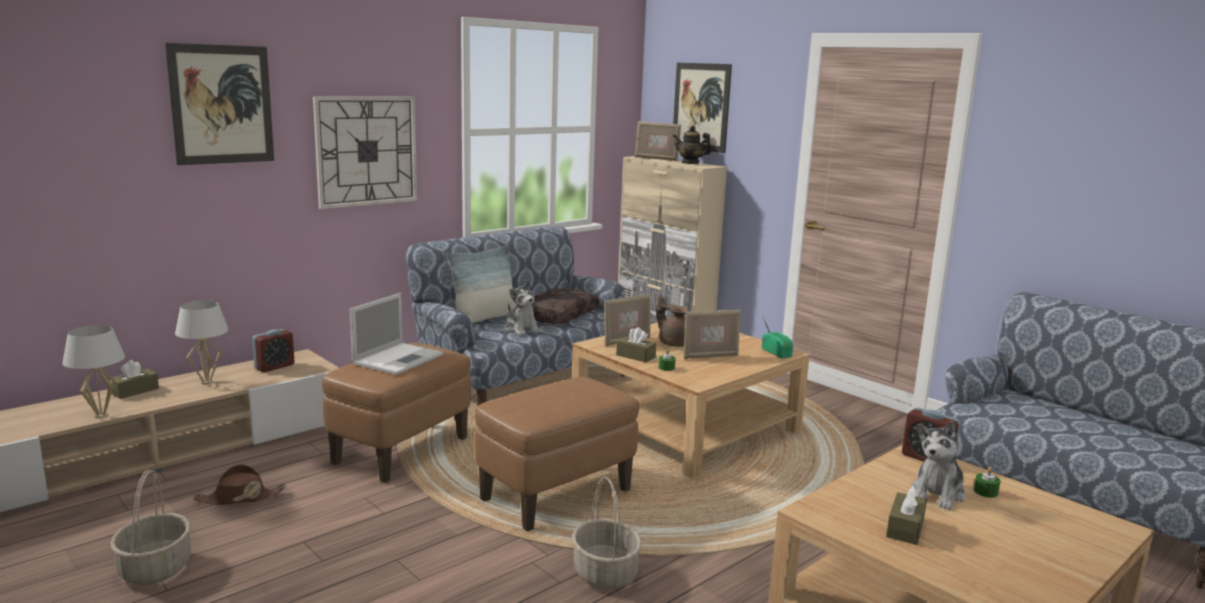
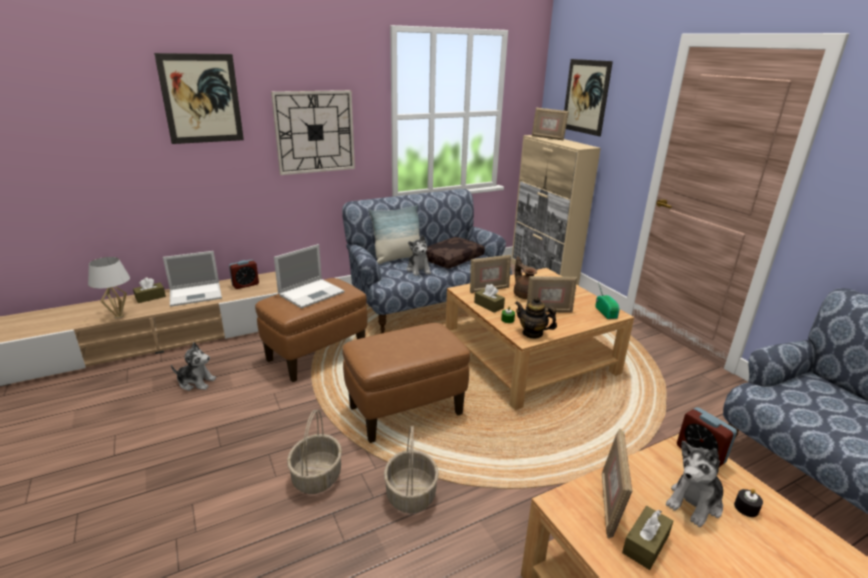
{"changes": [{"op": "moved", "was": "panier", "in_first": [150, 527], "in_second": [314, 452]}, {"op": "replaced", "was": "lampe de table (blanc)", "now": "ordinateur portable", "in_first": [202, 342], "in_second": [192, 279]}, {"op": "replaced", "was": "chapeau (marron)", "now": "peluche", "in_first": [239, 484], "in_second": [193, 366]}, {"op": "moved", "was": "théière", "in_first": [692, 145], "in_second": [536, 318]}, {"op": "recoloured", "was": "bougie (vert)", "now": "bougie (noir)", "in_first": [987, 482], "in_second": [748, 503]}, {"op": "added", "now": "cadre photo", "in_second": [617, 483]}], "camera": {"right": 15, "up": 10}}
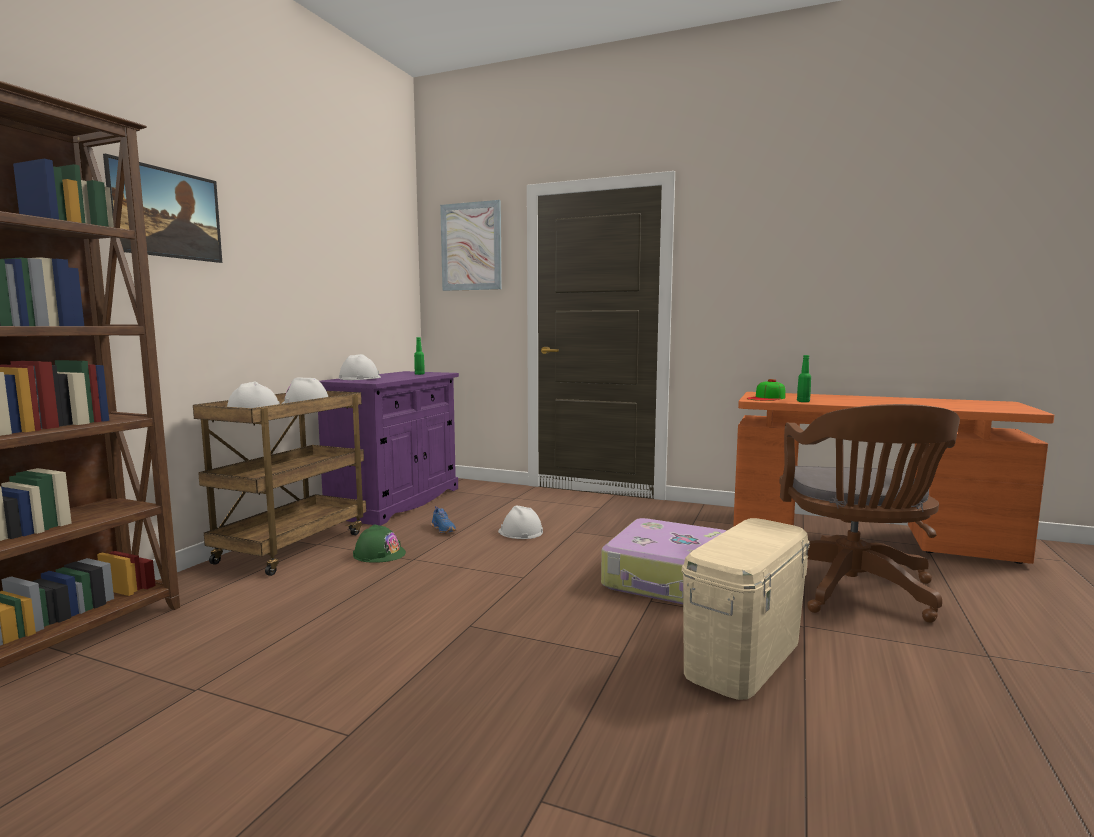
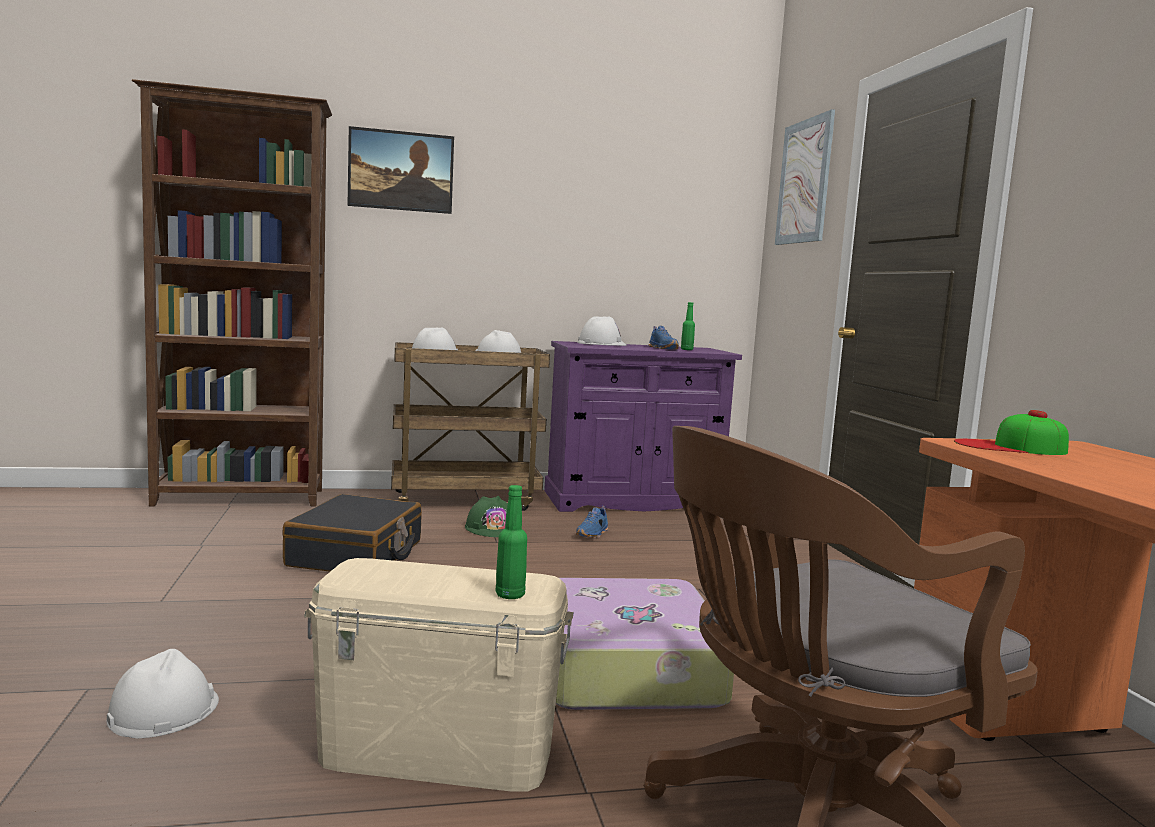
{"changes": [{"op": "moved", "was": "casque de chantier (blanc)", "in_first": [520, 522], "in_second": [162, 693]}, {"op": "moved", "was": "bouteille (vert)", "in_first": [804, 378], "in_second": [511, 542]}, {"op": "added", "now": "valise (noir)", "in_second": [352, 533]}, {"op": "added", "now": "chaussure (bleu)", "in_second": [663, 338]}], "camera": {"right": 55, "up": 0}}
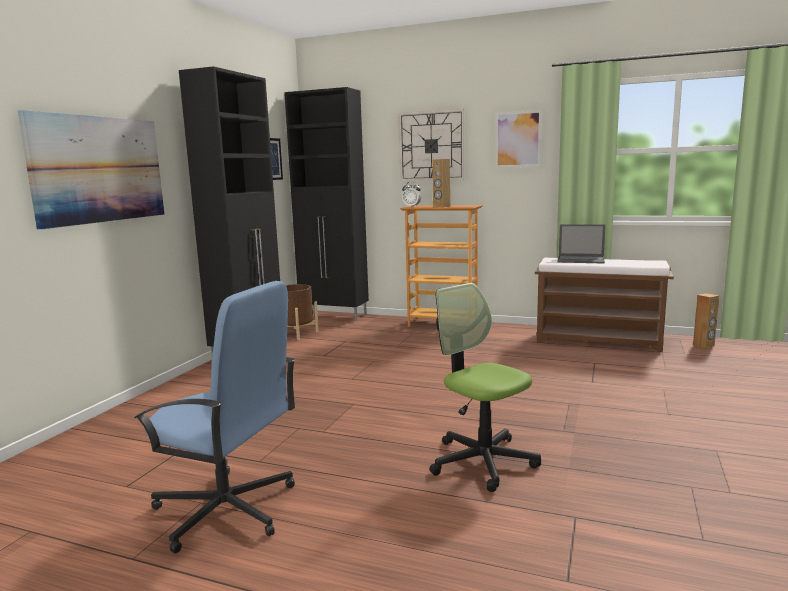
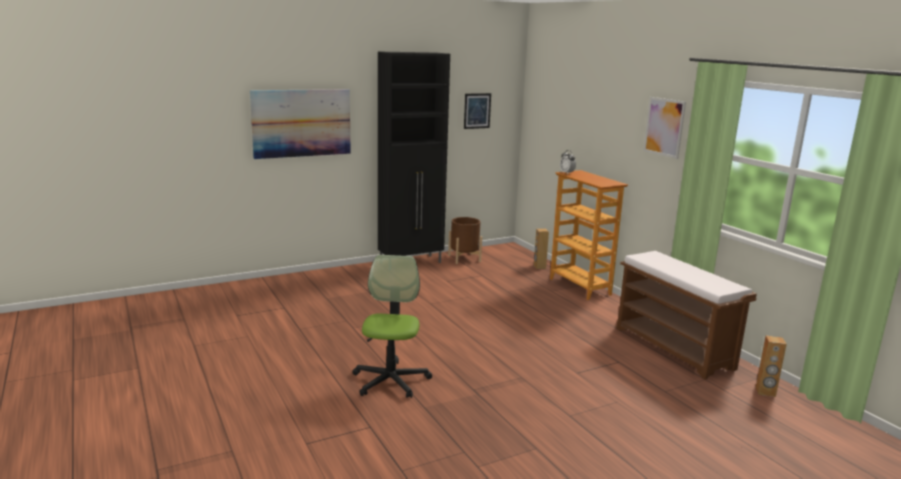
{"changes": [{"op": "removed", "was": "chaise de bureau (bleu)", "in_first": [215, 417]}, {"op": "removed", "was": "meuble de rangement (noir)", "in_first": [326, 204]}, {"op": "removed", "was": "horloge murale", "in_first": [431, 145]}, {"op": "moved", "was": "enceinte (marron)", "in_first": [441, 183], "in_second": [541, 249]}, {"op": "removed", "was": "ordinateur portable", "in_first": [581, 243]}], "camera": {"right": 40, "up": 5}}
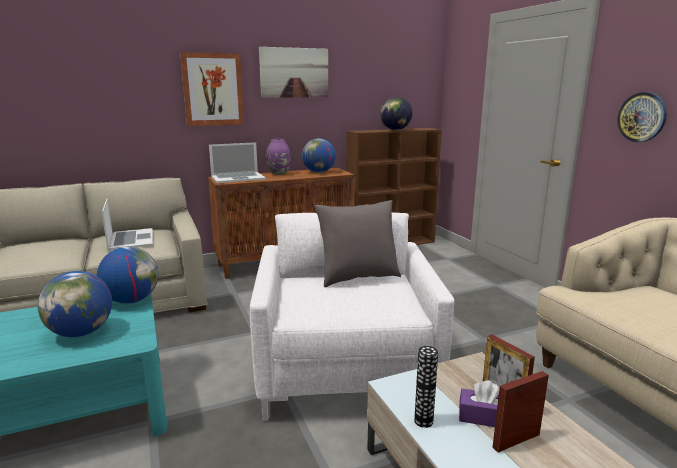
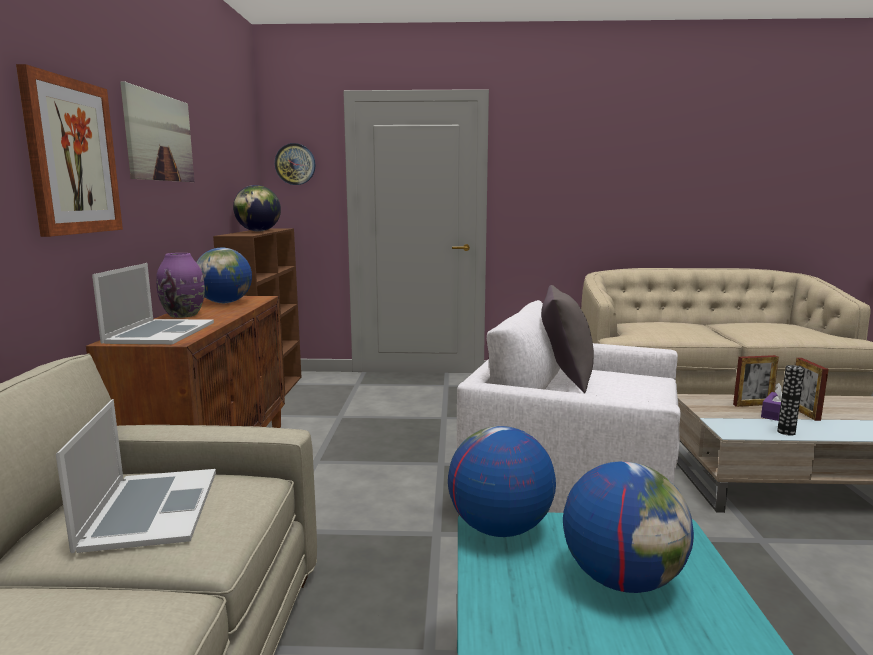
{"changes": [{"op": "turned", "was": "ordinateur portable", "in_first": [127, 224], "in_second": [136, 476], "clockwise": 75}, {"op": "moved", "was": "horloge murale", "in_first": [642, 117], "in_second": [295, 164]}], "camera": {"right": -65, "up": -5}}
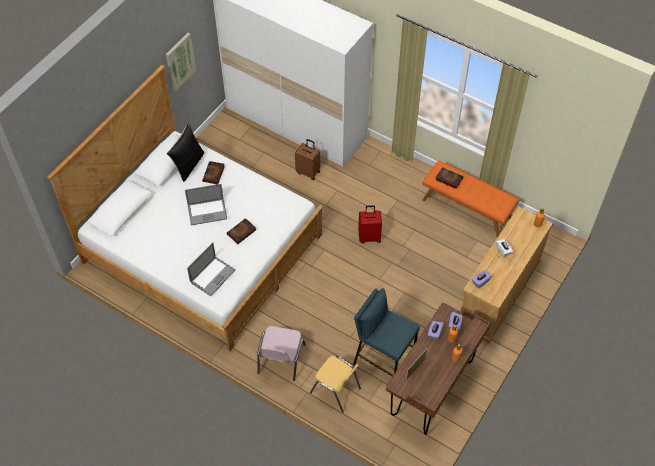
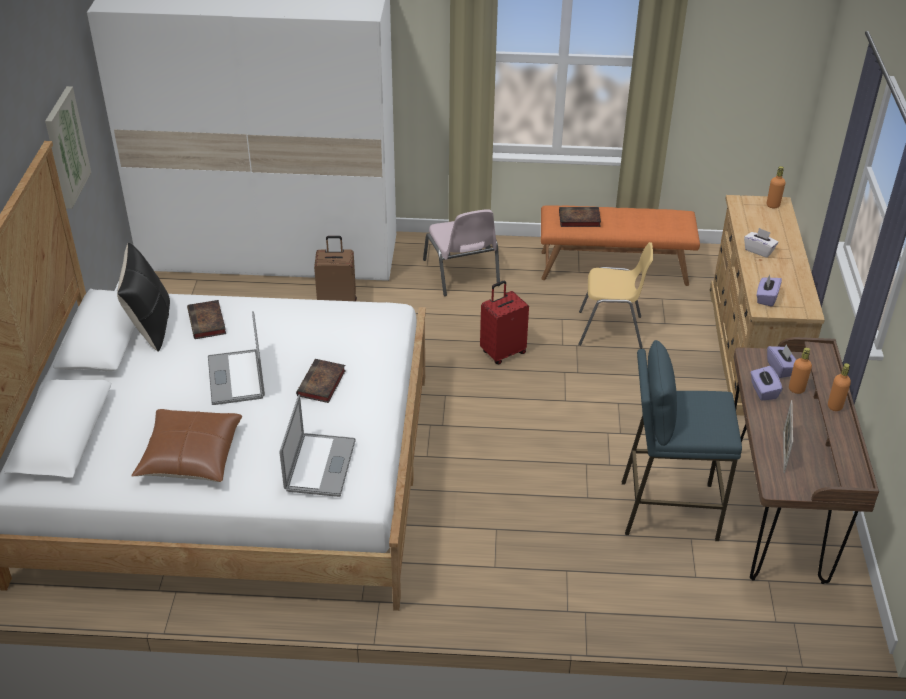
{"changes": [{"op": "turned", "was": "ordinateur portable", "in_first": [206, 204], "in_second": [236, 358], "clockwise": 120}, {"op": "moved", "was": "chaise (rose)", "in_first": [281, 353], "in_second": [461, 252]}, {"op": "moved", "was": "chaise (jaune)", "in_first": [335, 384], "in_second": [615, 295]}, {"op": "added", "now": "coussin (marron)", "in_second": [186, 445]}], "camera": {"right": -30, "up": -15}}
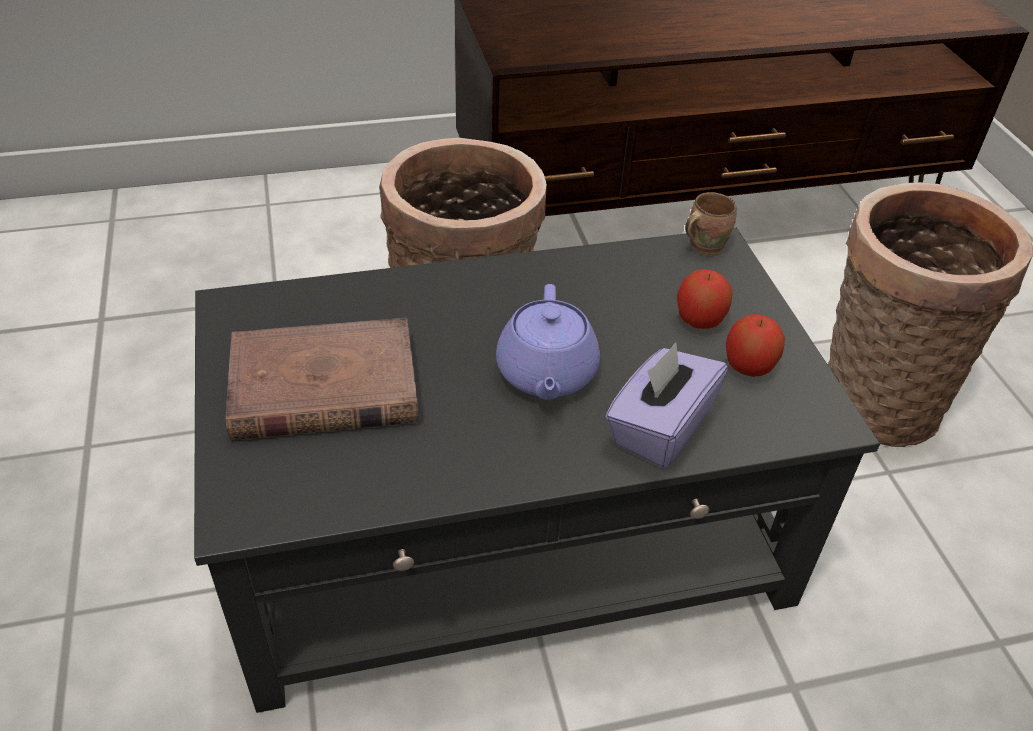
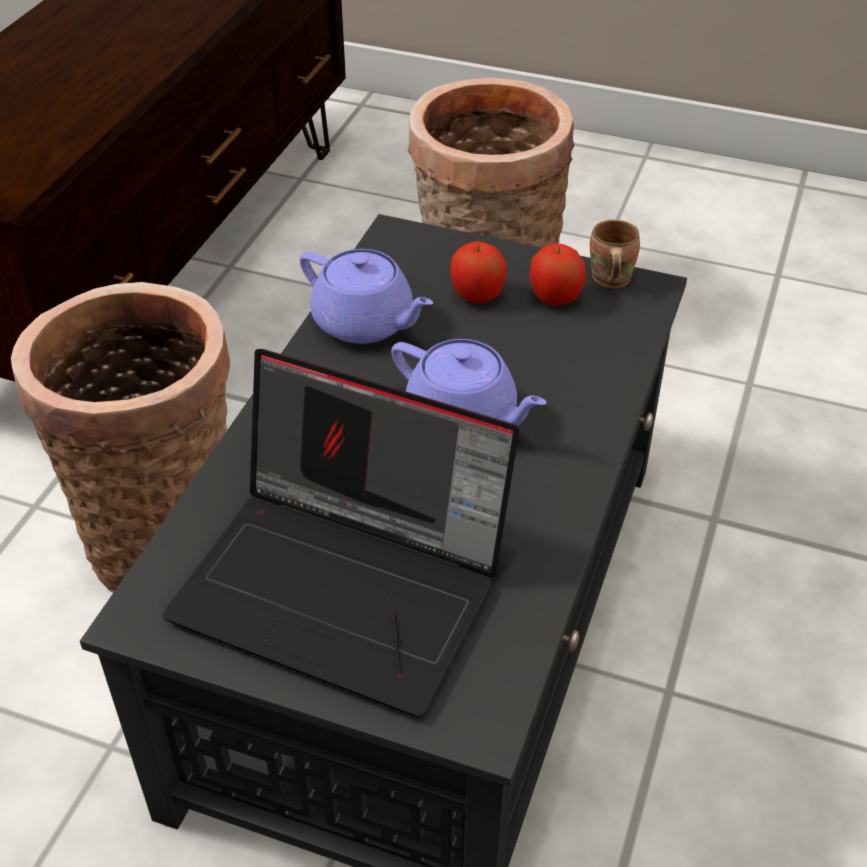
{"changes": [{"op": "replaced", "was": "livre (marron)", "now": "ordinateur portable", "in_first": [322, 379], "in_second": [341, 533]}, {"op": "removed", "was": "boîte à mouchoirs (violet)", "in_first": [666, 405]}, {"op": "moved", "was": "mug (marron)", "in_first": [711, 223], "in_second": [615, 254]}, {"op": "added", "now": "théière (violet)", "in_second": [366, 296]}], "camera": {"right": -55, "up": 0}}
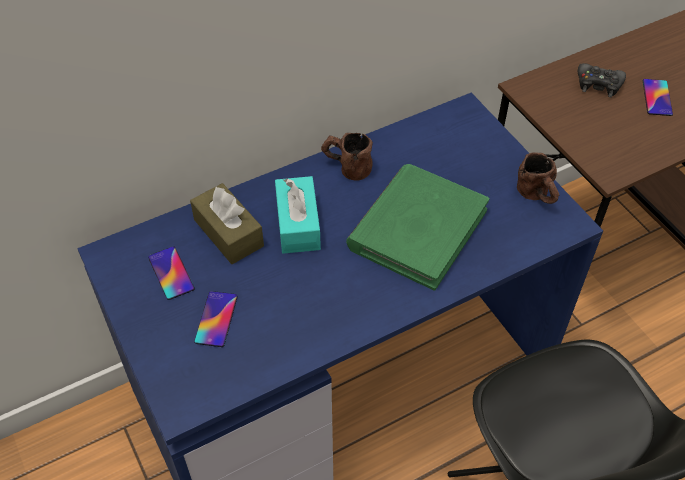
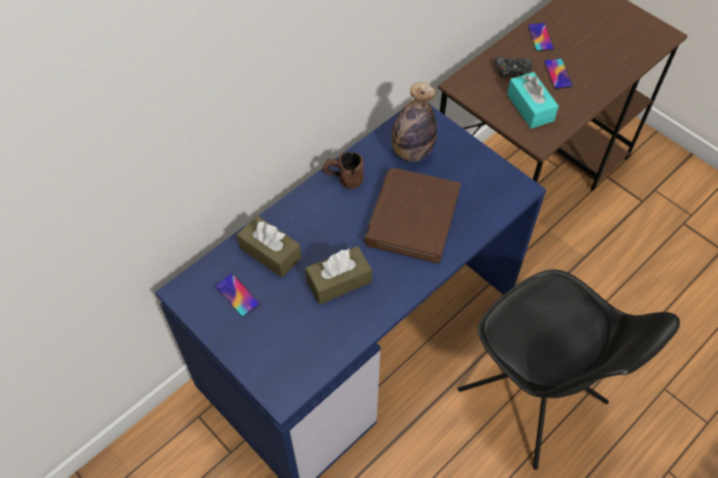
{"changes": [{"op": "moved", "was": "téléphone", "in_first": [216, 319], "in_second": [541, 37]}, {"op": "moved", "was": "boîte à mouchoirs (turquoise)", "in_first": [298, 215], "in_second": [533, 100]}, {"op": "recoloured", "was": "livre (vert)", "now": "livre (marron)", "in_first": [417, 227], "in_second": [412, 215]}, {"op": "removed", "was": "mug (marron)", "in_first": [538, 178]}, {"op": "added", "now": "boîte à mouchoirs (marron)", "in_second": [338, 275]}, {"op": "added", "now": "bouteille", "in_second": [414, 122]}], "camera": {"right": -15, "up": 5}}
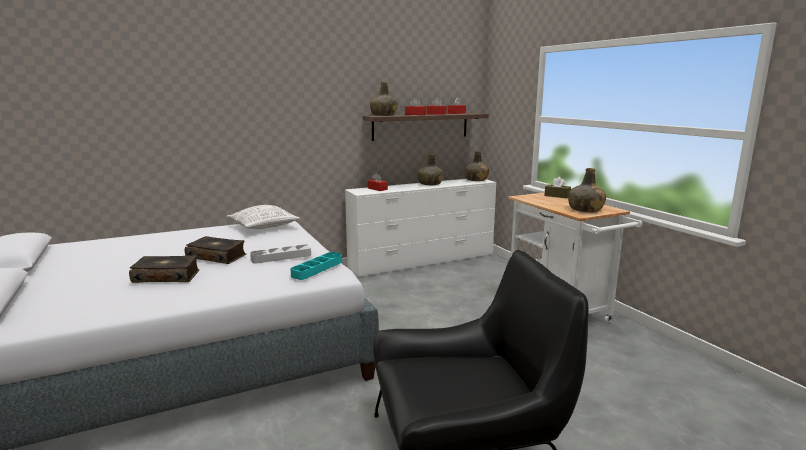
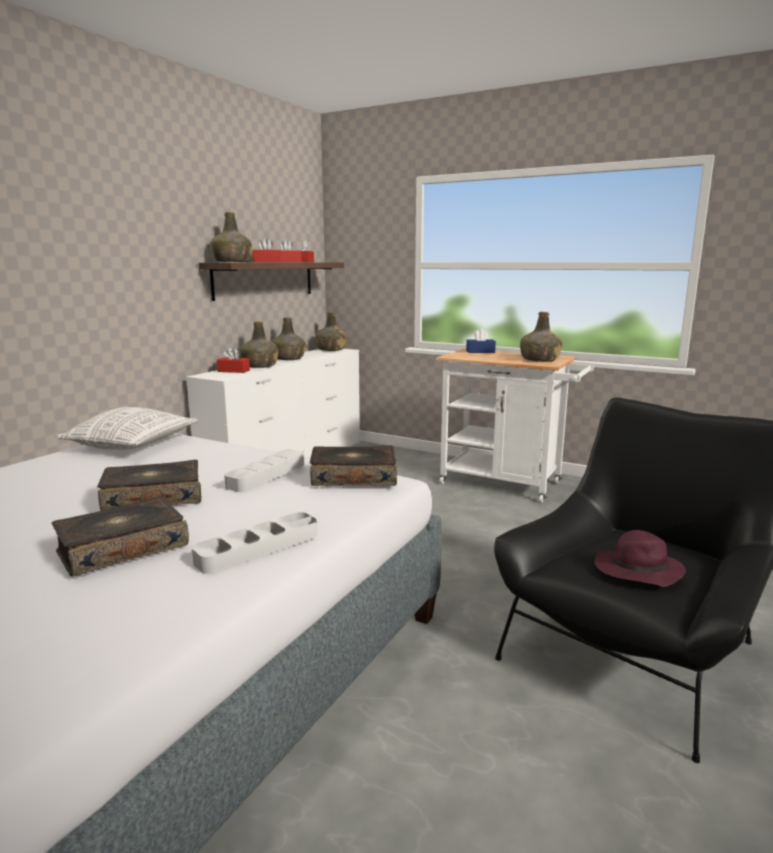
{"changes": [{"op": "replaced", "was": "plateau (turquoise)", "now": "livre", "in_first": [316, 266], "in_second": [353, 465]}, {"op": "recoloured", "was": "boîte à mouchoirs (marron)", "now": "boîte à mouchoirs (bleu)", "in_first": [557, 187], "in_second": [481, 341]}, {"op": "added", "now": "plateau (gris)", "in_second": [254, 543]}, {"op": "added", "now": "bouteille (vert)", "in_second": [259, 345]}, {"op": "added", "now": "chapeau (violet)", "in_second": [640, 558]}], "camera": {"right": -35, "up": 0}}
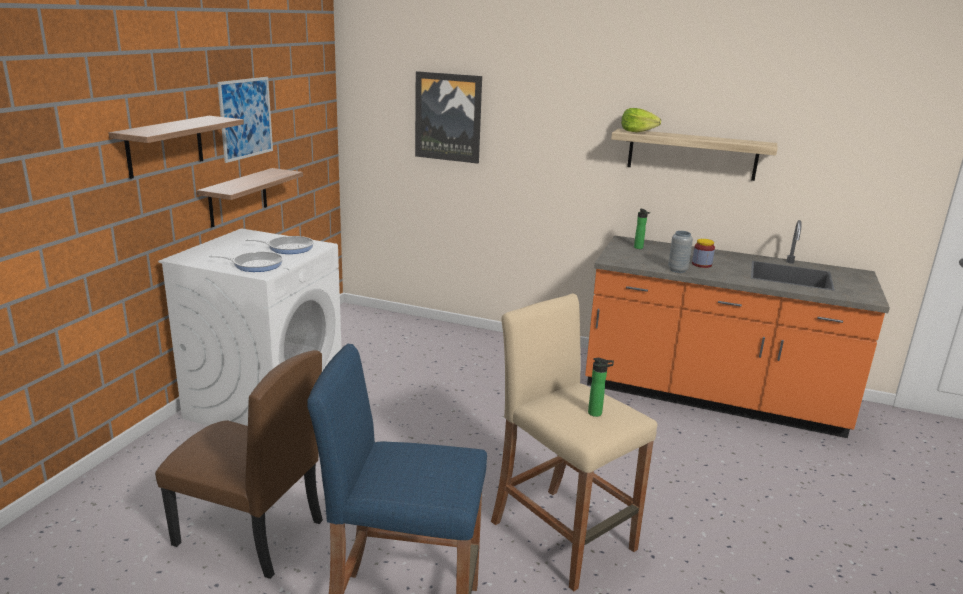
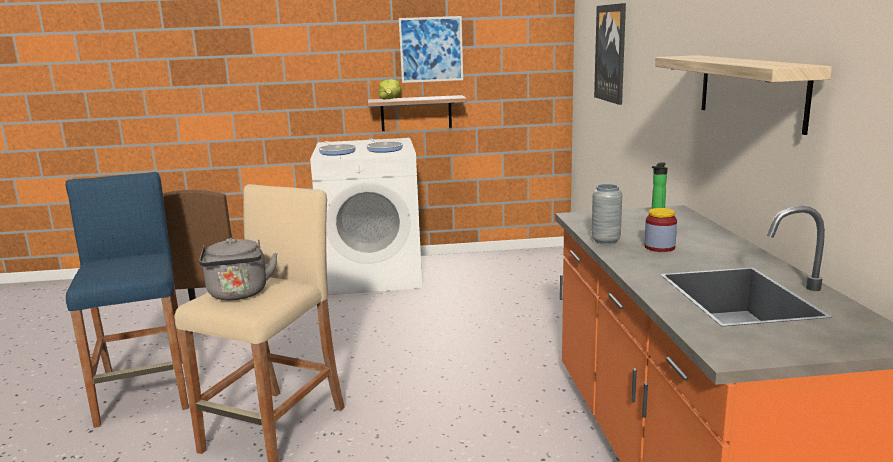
{"changes": [{"op": "removed", "was": "étagère", "in_first": [176, 147]}, {"op": "replaced", "was": "bouteille", "now": "bouilloire (gris)", "in_first": [601, 387], "in_second": [238, 269]}, {"op": "moved", "was": "laitue", "in_first": [641, 120], "in_second": [389, 89]}], "camera": {"right": 65, "up": -5}}
